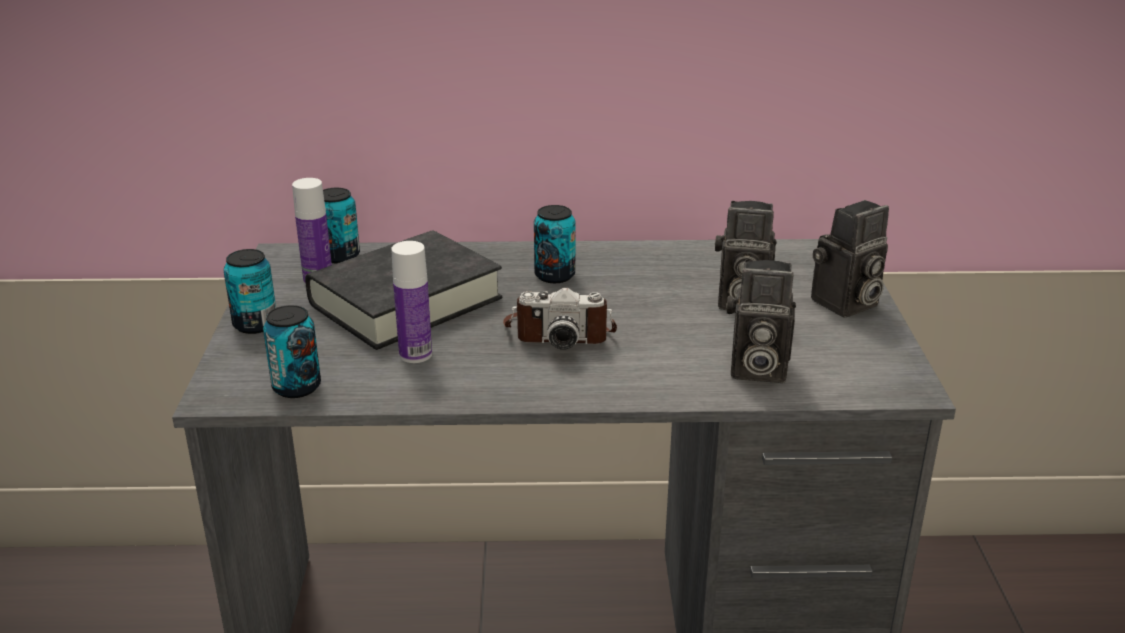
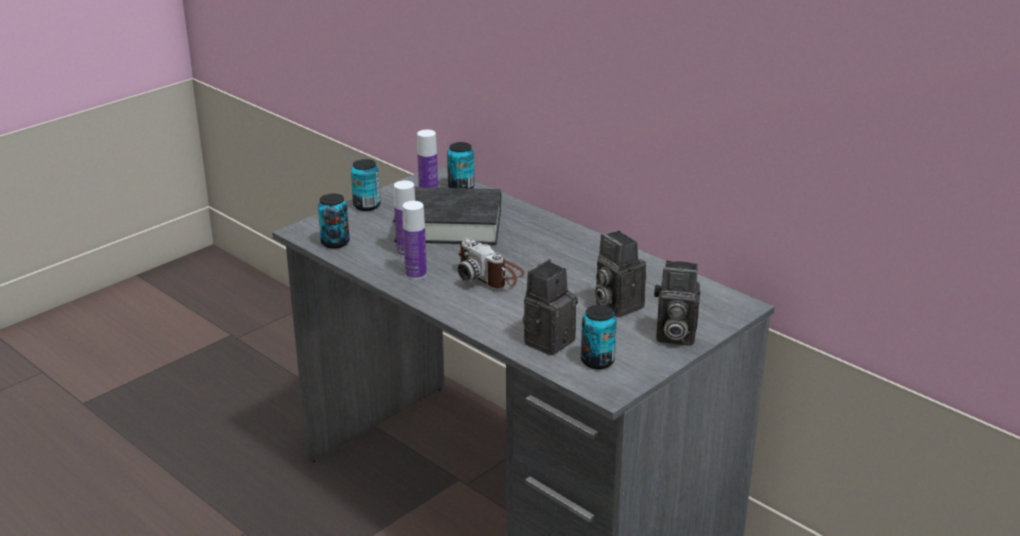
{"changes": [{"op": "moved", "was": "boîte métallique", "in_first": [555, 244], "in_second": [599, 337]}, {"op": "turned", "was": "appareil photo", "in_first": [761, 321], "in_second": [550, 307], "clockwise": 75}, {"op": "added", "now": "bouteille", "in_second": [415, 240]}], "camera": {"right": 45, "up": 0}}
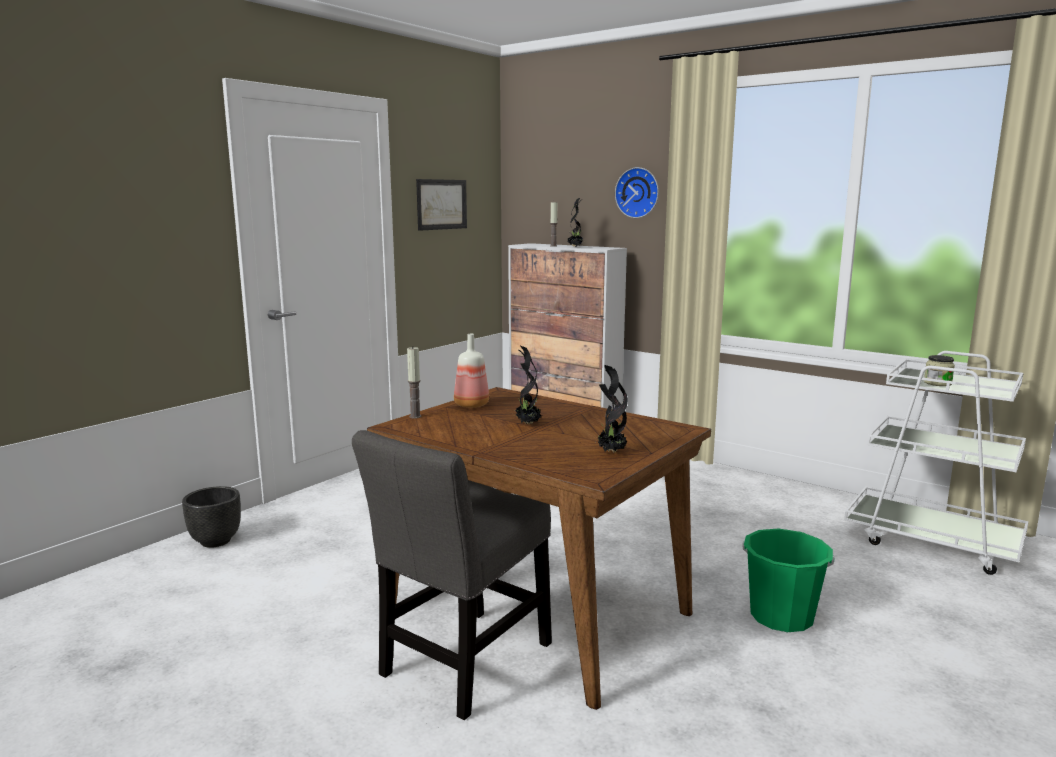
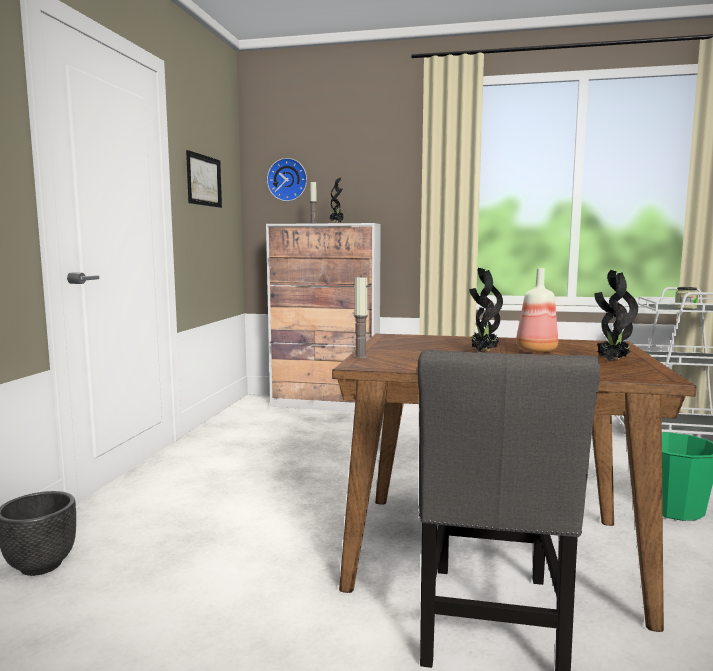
{"changes": [{"op": "moved", "was": "bouteille", "in_first": [471, 371], "in_second": [537, 310]}, {"op": "moved", "was": "horloge murale", "in_first": [637, 192], "in_second": [287, 179]}], "camera": {"right": -25, "up": -5}}
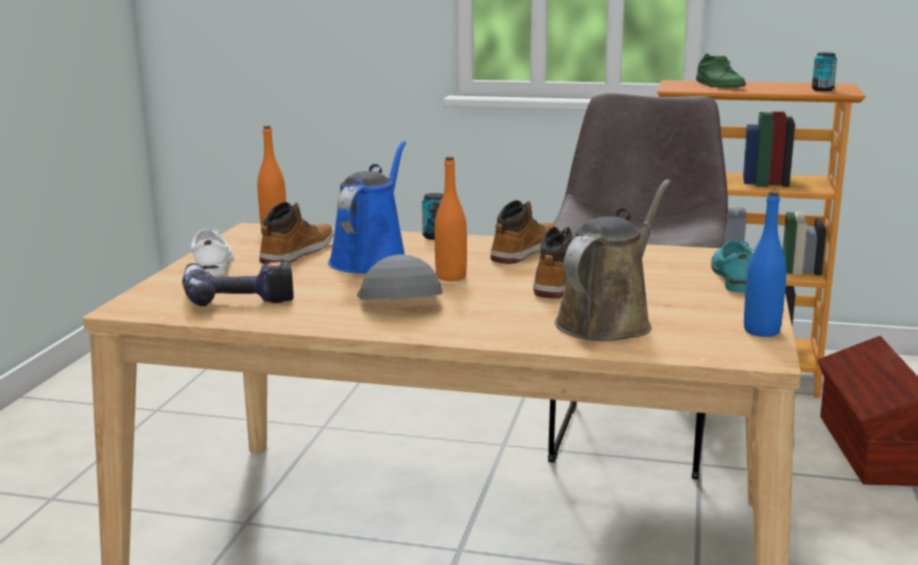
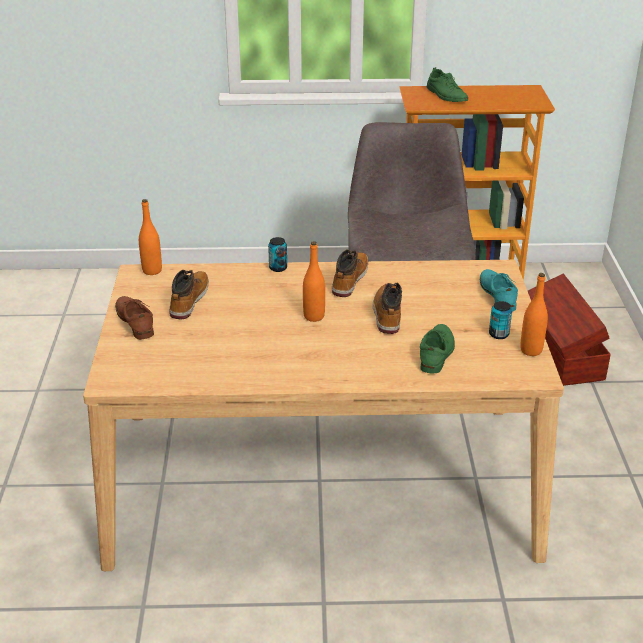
{"changes": [{"op": "removed", "was": "perceuse", "in_first": [238, 283]}, {"op": "recoloured", "was": "chaussure (blanc)", "now": "chaussure (marron)", "in_first": [212, 252], "in_second": [134, 318]}, {"op": "removed", "was": "arrosoir (bleu)", "in_first": [367, 207]}, {"op": "removed", "was": "casquette (gris)", "in_first": [400, 277]}, {"op": "replaced", "was": "arrosoir (marron)", "now": "chaussure (vert)", "in_first": [613, 260], "in_second": [437, 349]}, {"op": "recoloured", "was": "bouteille (bleu)", "now": "bouteille (orange)", "in_first": [765, 264], "in_second": [534, 314]}, {"op": "moved", "was": "boîte métallique", "in_first": [824, 72], "in_second": [500, 320]}], "camera": {"right": -15, "up": 15}}
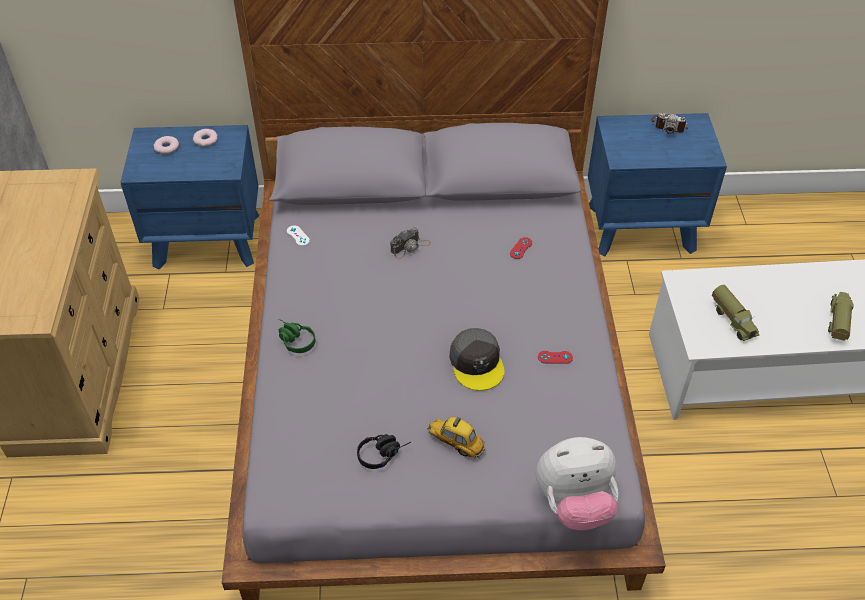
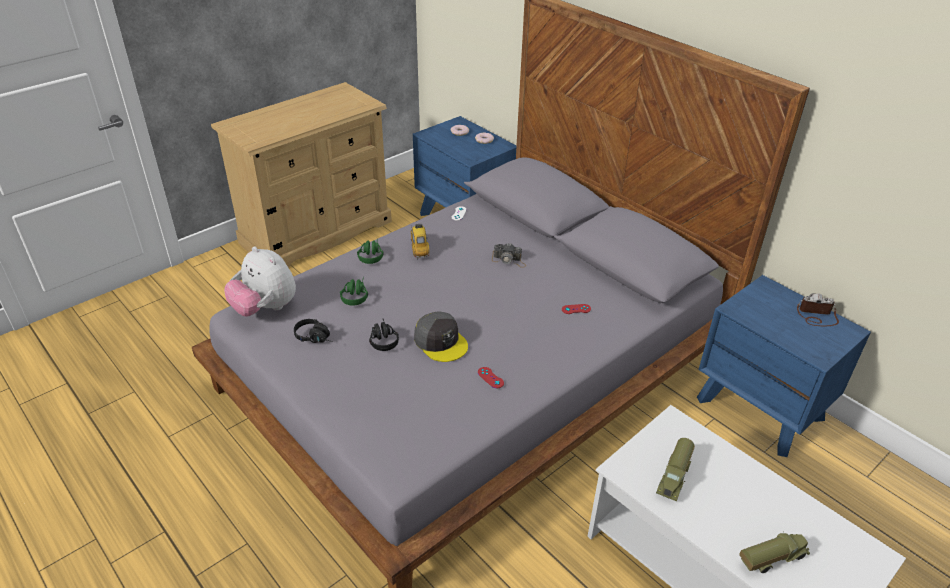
{"changes": [{"op": "moved", "was": "petite voiture", "in_first": [456, 437], "in_second": [420, 241]}, {"op": "turned", "was": "casquette (gris)", "in_first": [477, 359], "in_second": [441, 336], "clockwise": -75}, {"op": "moved", "was": "peluche", "in_first": [577, 483], "in_second": [260, 281]}, {"op": "turned", "was": "appareil photo", "in_first": [669, 123], "in_second": [818, 309], "clockwise": 120}, {"op": "added", "now": "casque audio (vert)", "in_second": [354, 291]}, {"op": "added", "now": "casque audio (noir)", "in_second": [384, 335]}], "camera": {"right": 50, "up": -10}}
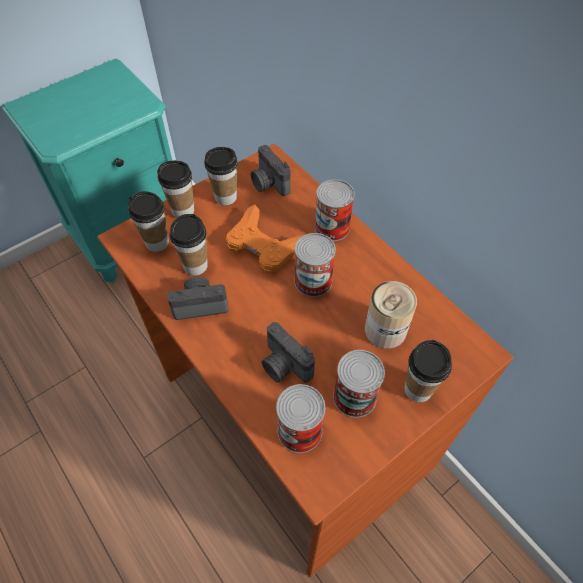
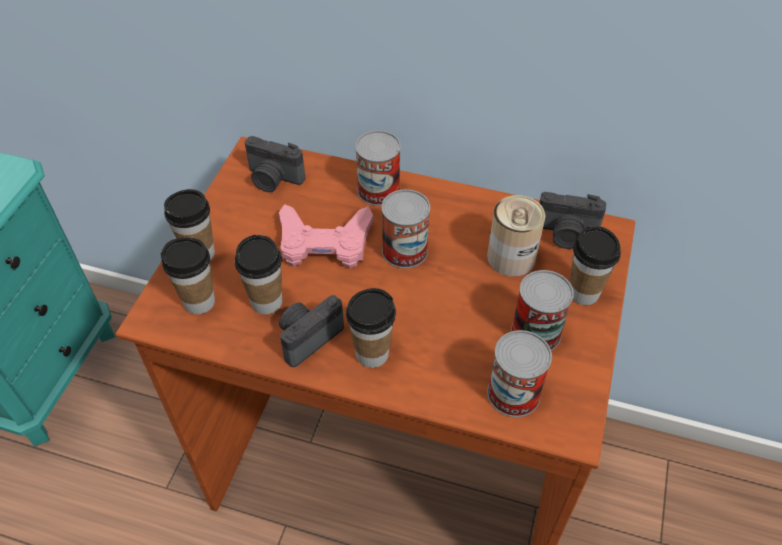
{"changes": [{"op": "moved", "was": "tasse", "in_first": [221, 176], "in_second": [371, 328]}, {"op": "recoloured", "was": "manette (orange)", "now": "manette (rose)", "in_first": [265, 239], "in_second": [326, 236]}, {"op": "moved", "was": "appareil photo", "in_first": [288, 352], "in_second": [572, 220]}], "camera": {"right": -35, "up": -5}}
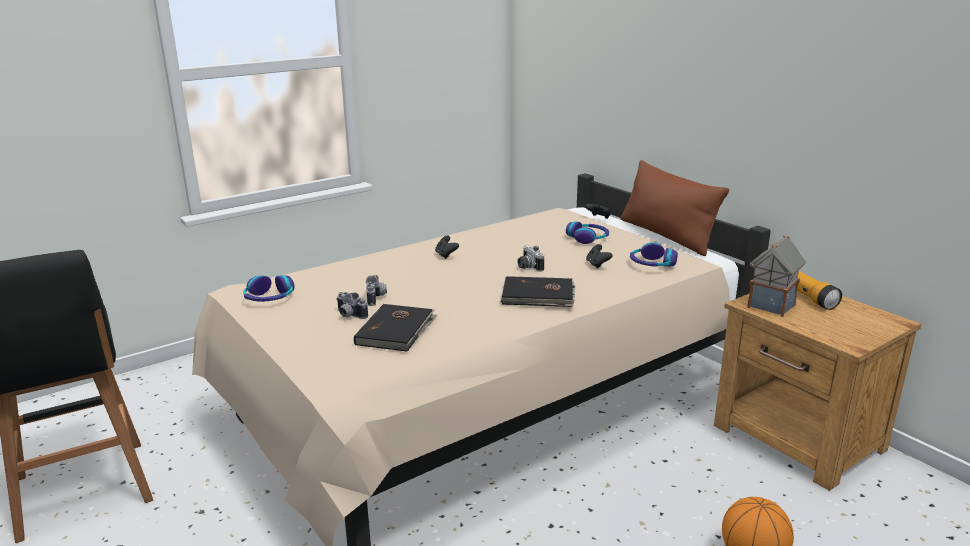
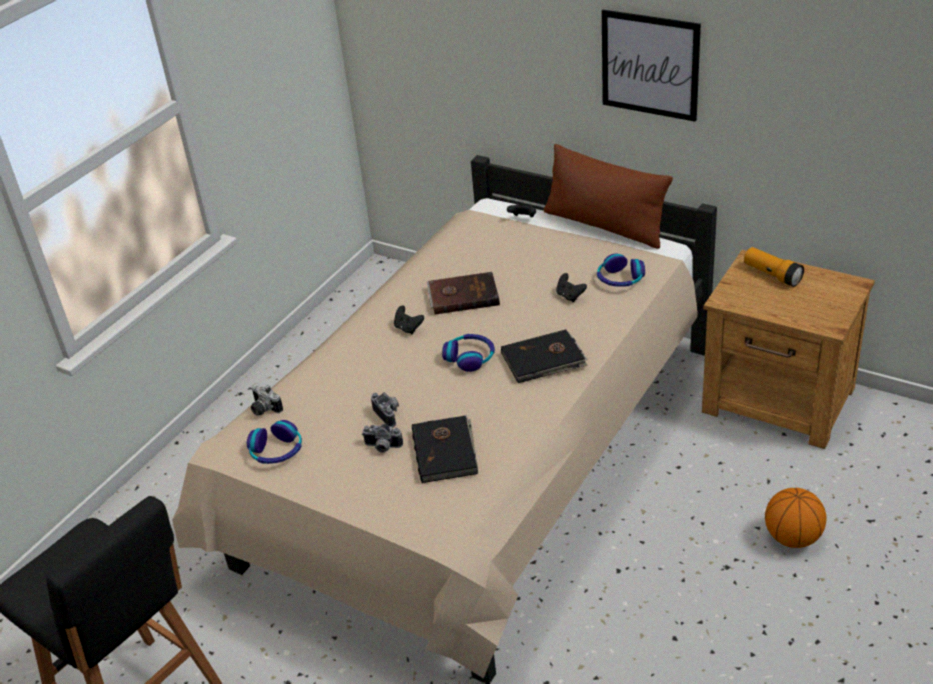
{"changes": [{"op": "moved", "was": "appareil photo", "in_first": [530, 259], "in_second": [267, 399]}, {"op": "moved", "was": "casque audio", "in_first": [587, 232], "in_second": [468, 353]}, {"op": "removed", "was": "maison miniature", "in_first": [776, 276]}, {"op": "added", "now": "livre (marron)", "in_second": [463, 293]}, {"op": "added", "now": "tableau", "in_second": [651, 66]}], "camera": {"right": -20, "up": 15}}
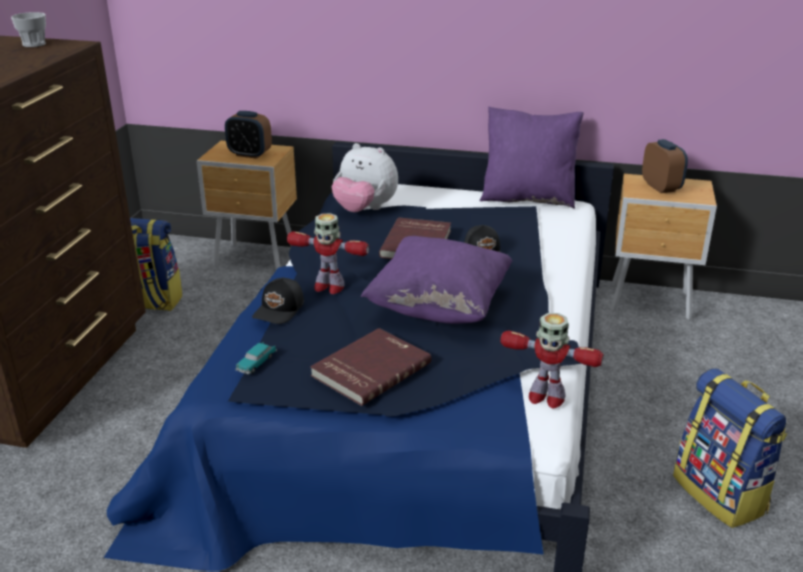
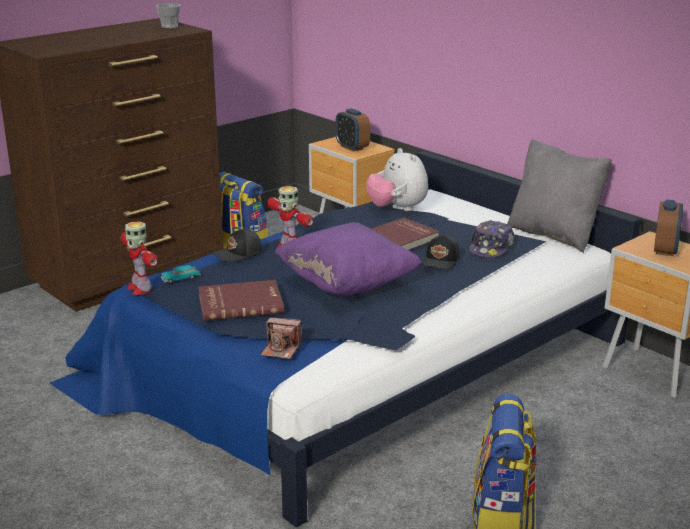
{"changes": [{"op": "recoloured", "was": "coussin (violet)", "now": "coussin (gris)", "in_first": [532, 158], "in_second": [559, 196]}, {"op": "moved", "was": "robot jouet", "in_first": [552, 360], "in_second": [139, 258]}, {"op": "added", "now": "appareil photo", "in_second": [281, 338]}, {"op": "added", "now": "casquette", "in_second": [491, 239]}], "camera": {"right": 35, "up": -5}}
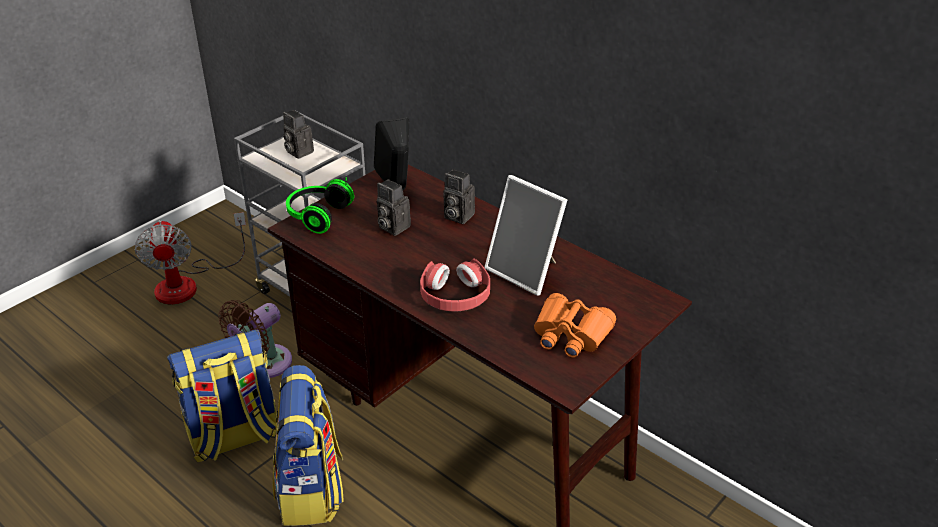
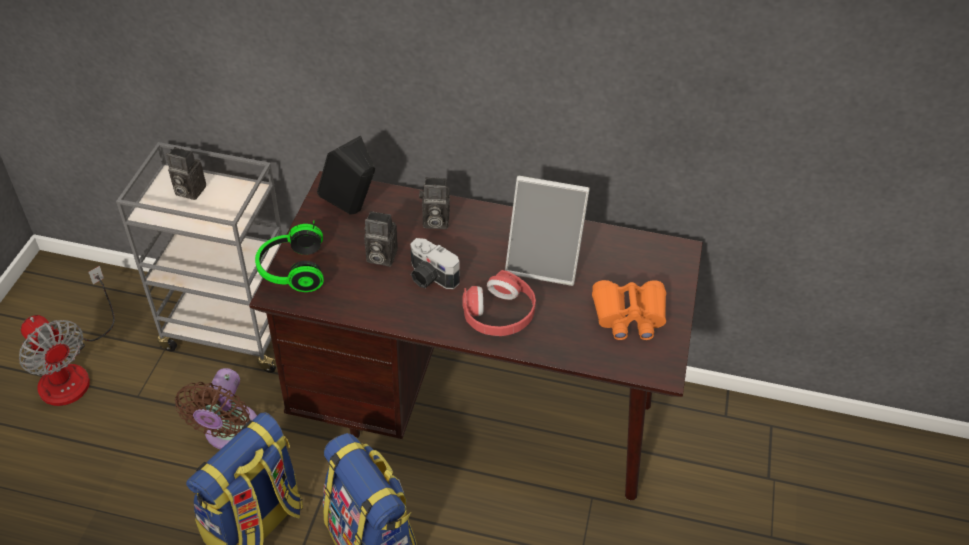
{"changes": [{"op": "added", "now": "appareil photo", "in_second": [435, 263]}], "camera": {"right": -30, "up": 10}}
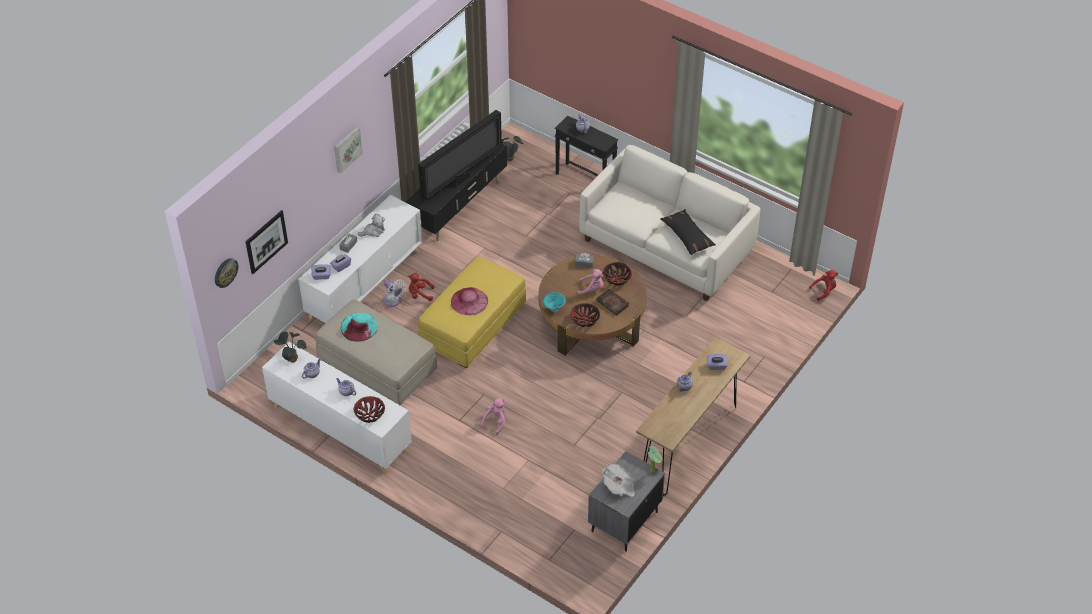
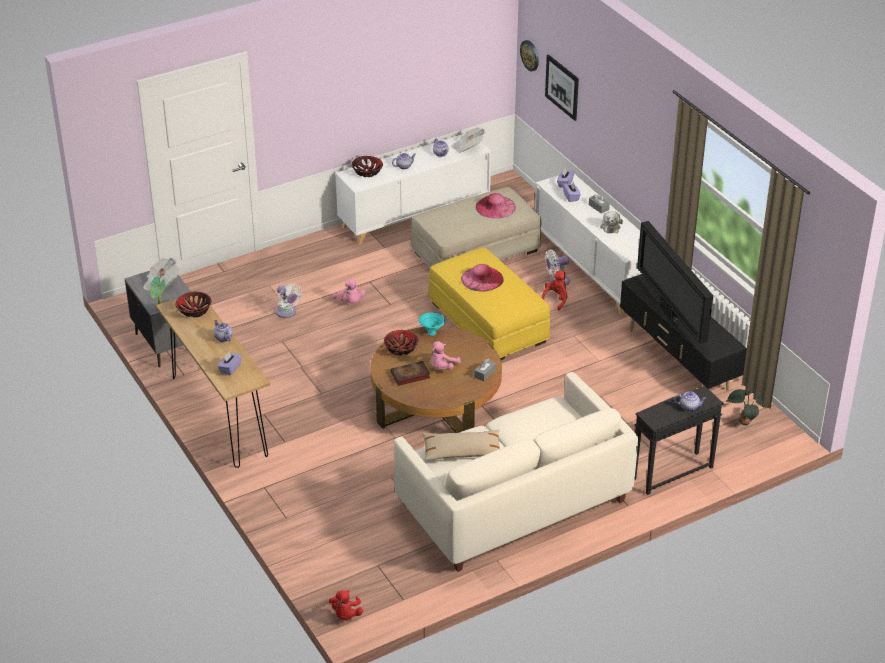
{"changes": [{"op": "replaced", "was": "plante en pot", "now": "journal", "in_first": [290, 347], "in_second": [468, 140]}, {"op": "removed", "was": "tableau", "in_first": [348, 150]}, {"op": "recoloured", "was": "chapeau (turquoise)", "now": "chapeau (rose)", "in_first": [359, 327], "in_second": [496, 206]}, {"op": "moved", "was": "bol", "in_first": [617, 273], "in_second": [193, 305]}, {"op": "recoloured", "was": "coussin (noir)", "now": "coussin (beige)", "in_first": [688, 232], "in_second": [461, 445]}, {"op": "added", "now": "ventilateur (blanc)", "in_second": [289, 301]}], "camera": {"right": 115, "up": -10}}
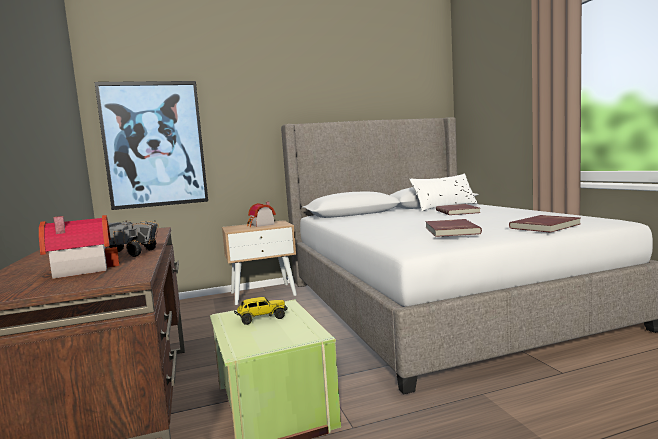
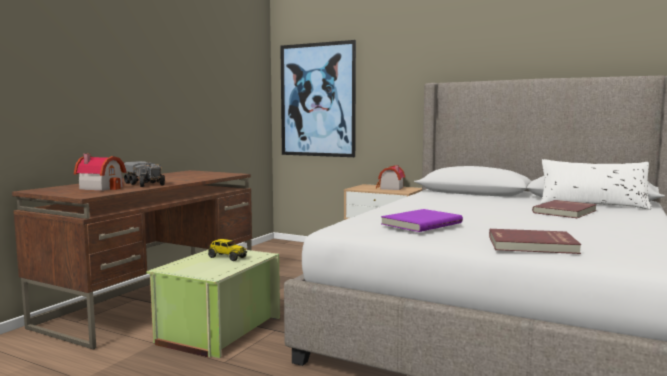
{"changes": [{"op": "recoloured", "was": "livre (rouge)", "now": "livre (violet)", "in_first": [453, 228], "in_second": [422, 220]}], "camera": {"right": 45, "up": 0}}
